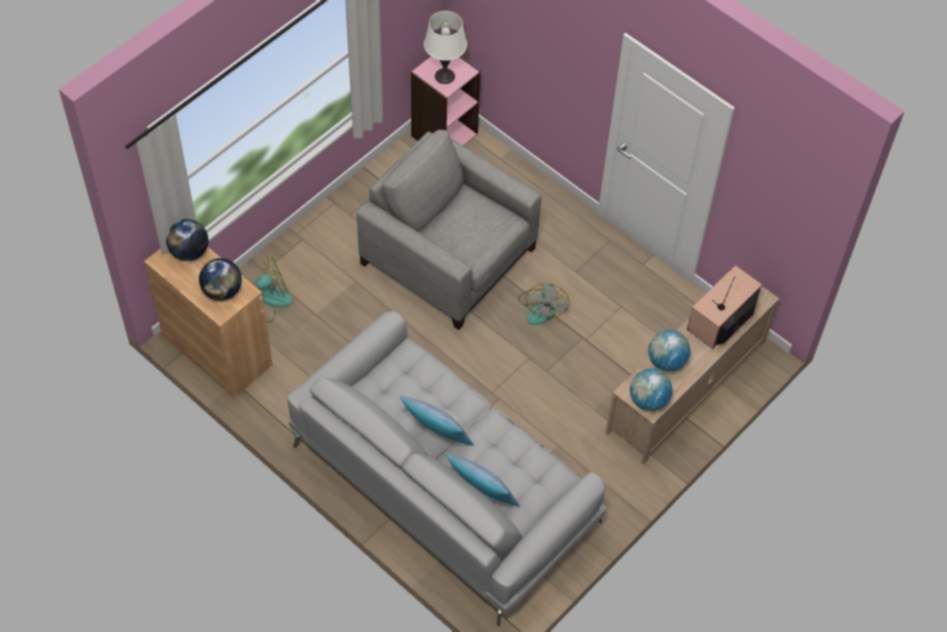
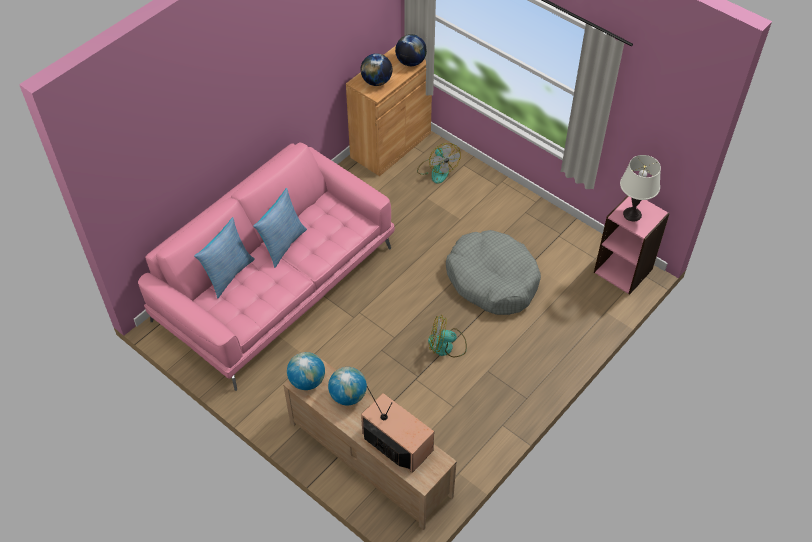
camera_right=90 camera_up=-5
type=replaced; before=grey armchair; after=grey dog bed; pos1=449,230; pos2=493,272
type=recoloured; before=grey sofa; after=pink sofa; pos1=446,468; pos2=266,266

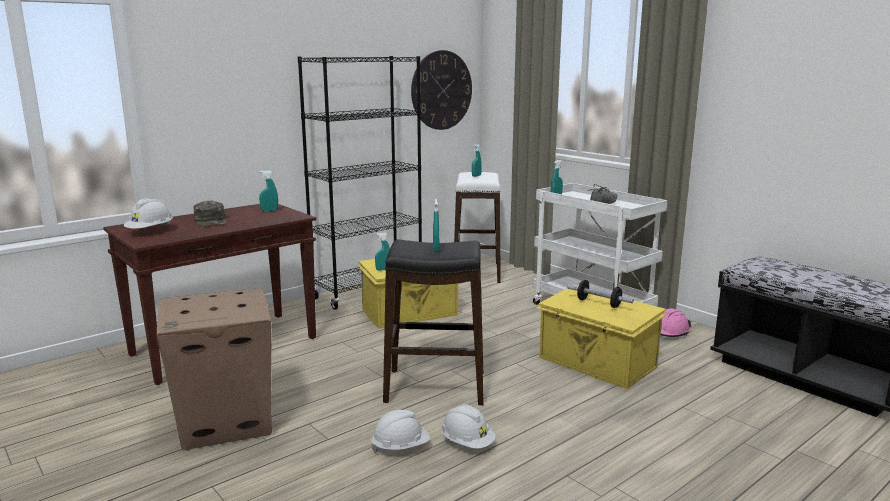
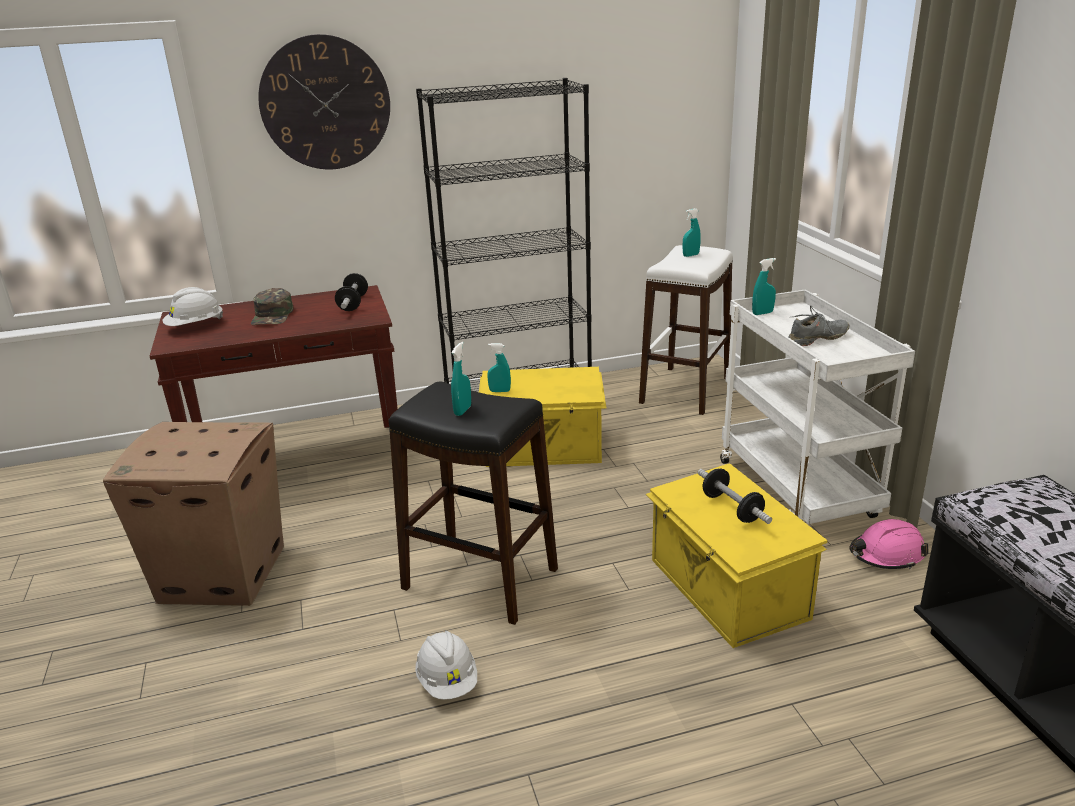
camera_right=25 camera_up=10
type=removed; before=white hard hat; pos1=400,431
type=moved; before=wall clock; pos1=441,90; pos2=324,101
type=replaced; before=turquoise spray bottle; after=dumbbell; pos1=268,191; pos2=351,292

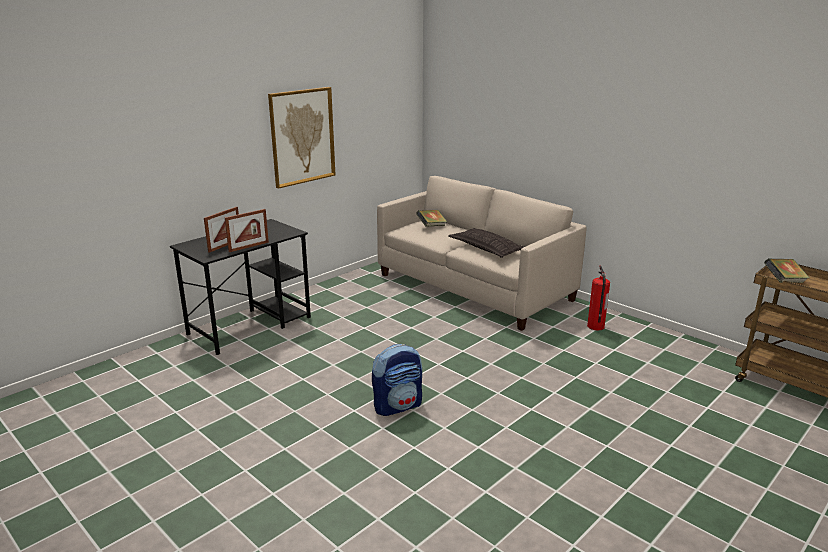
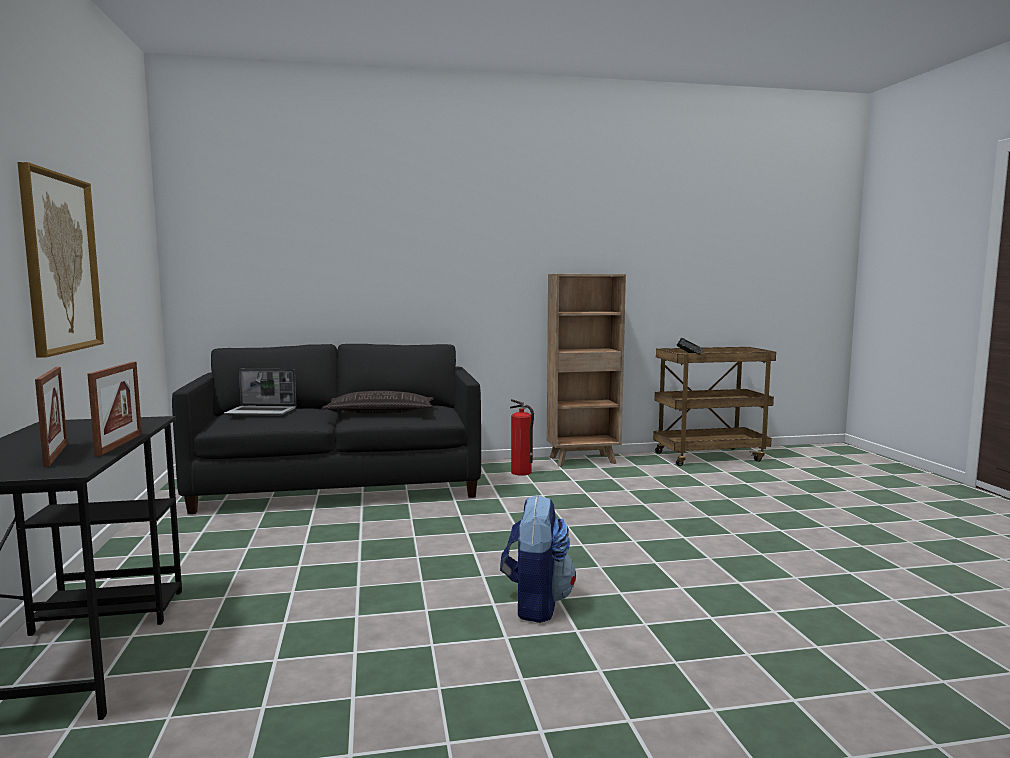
camera_right=-55 camera_up=-15
type=added; after=brown bookcase; pos2=586,370
type=replaced; before=book; after=laptop; pos1=431,218; pos2=260,392
type=recoloured; before=beige sofa; after=black sofa; pos1=482,253; pos2=326,429

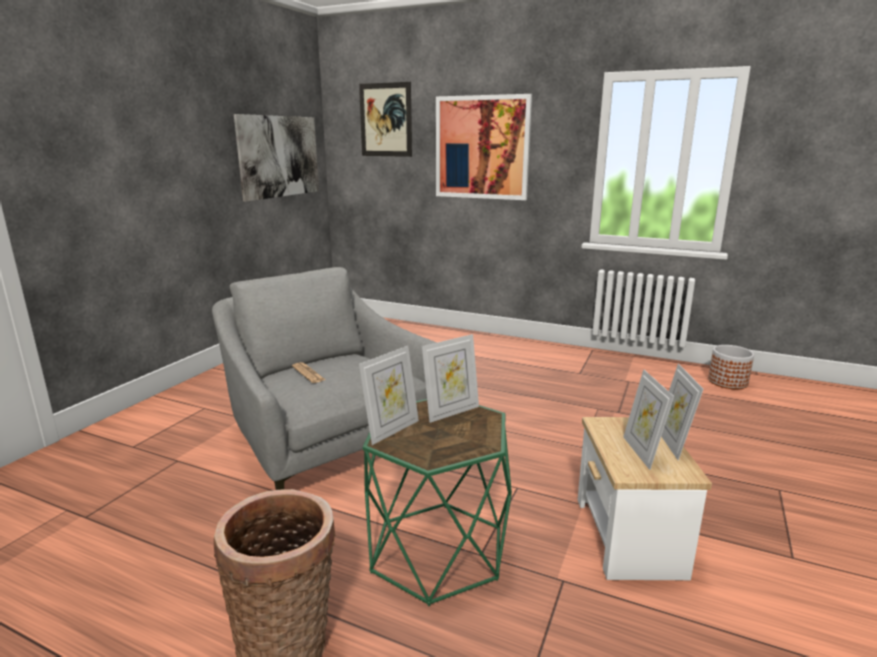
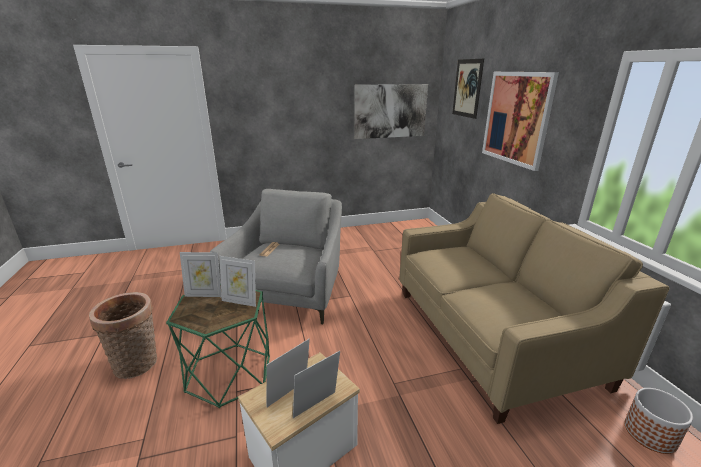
camera_right=50 camera_up=5
type=added; after=beige sofa; pos2=534,308

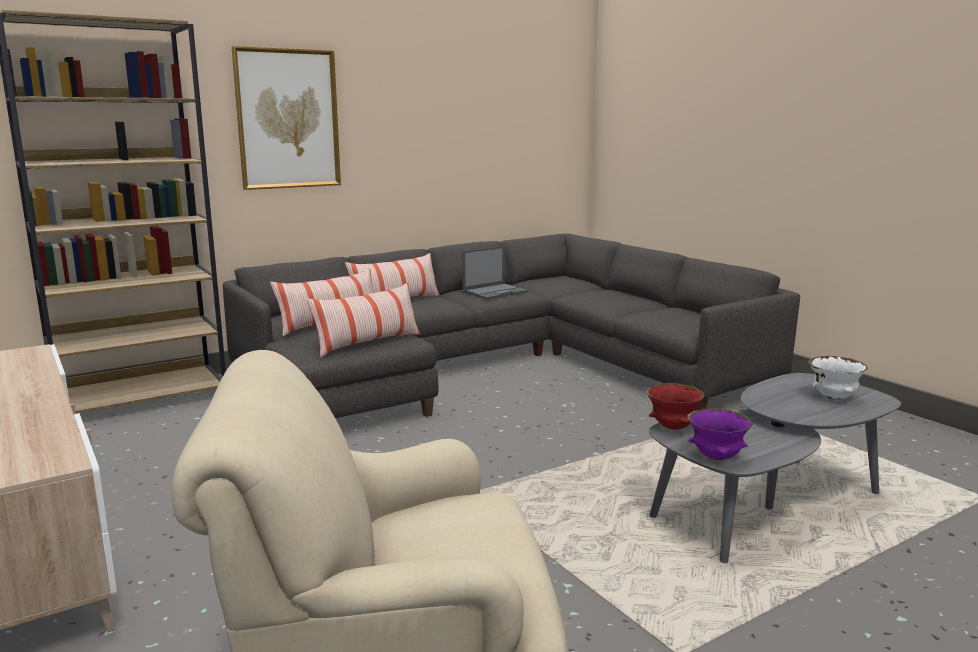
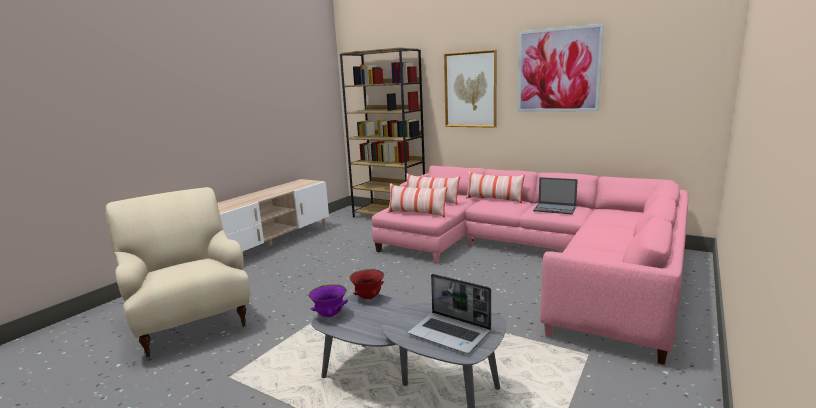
camera_right=65 camera_up=0
type=added; after=picture; pos2=560,67
type=replaced; before=white bowl; after=laptop; pos1=837,377; pos2=449,314
type=recoloured; before=grey sofa; after=pink sofa; pos1=511,326; pos2=530,265

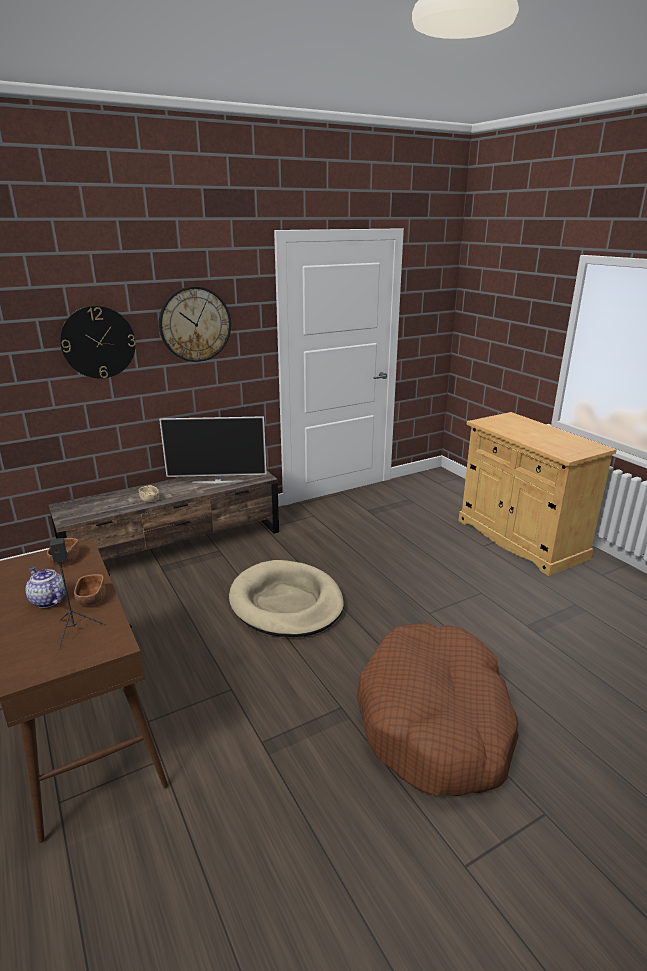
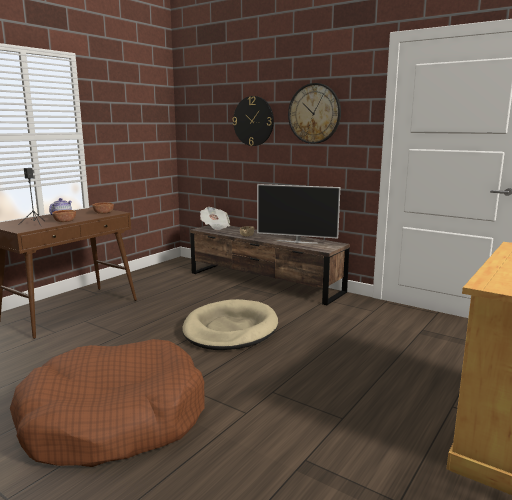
camera_right=65 camera_up=-10
type=added; after=newspaper; pos2=215,218
type=turned; before=television; pos1=212,450; pos2=298,214; turn=-45

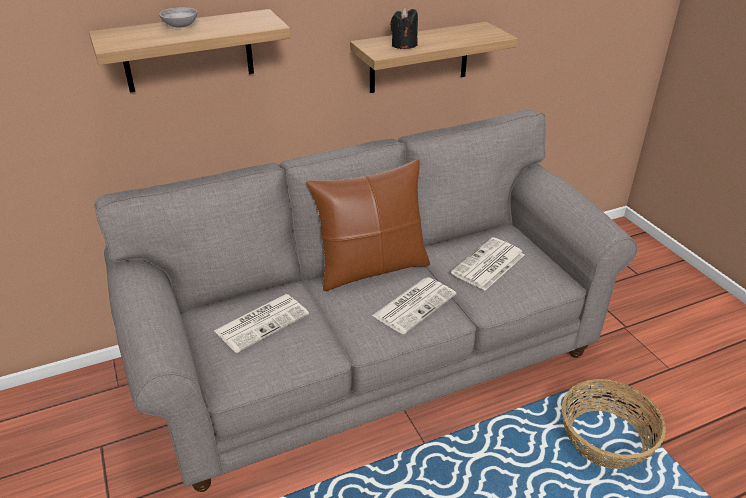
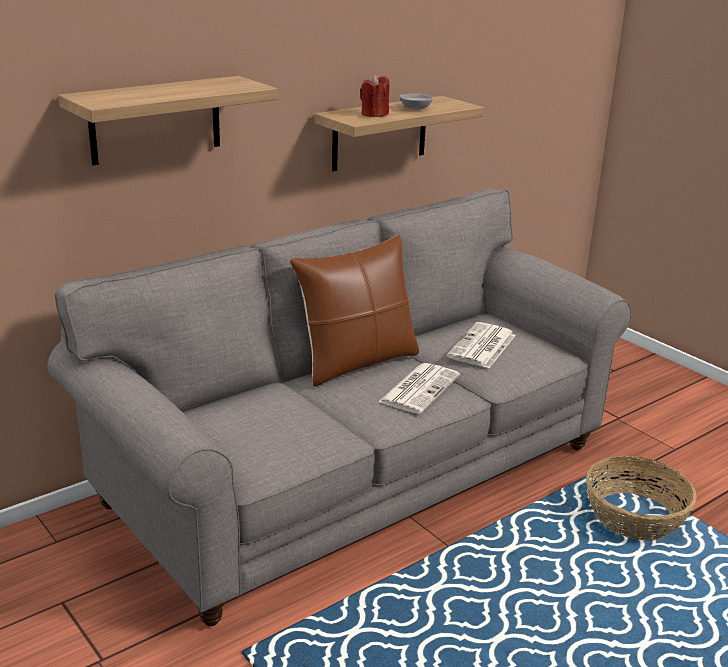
camera_right=-15 camera_up=-10
type=removed; before=newspaper; pos1=261,323
type=moved; before=grey bowl; pos1=178,18; pos2=416,102
type=recoloured; before=black candle; after=red candle; pos1=404,28; pos2=374,95

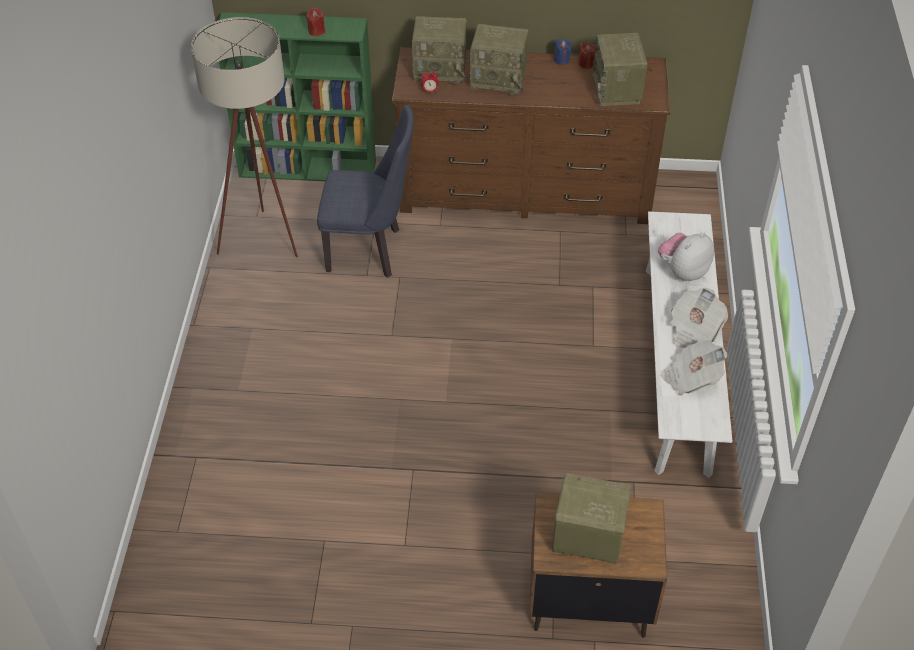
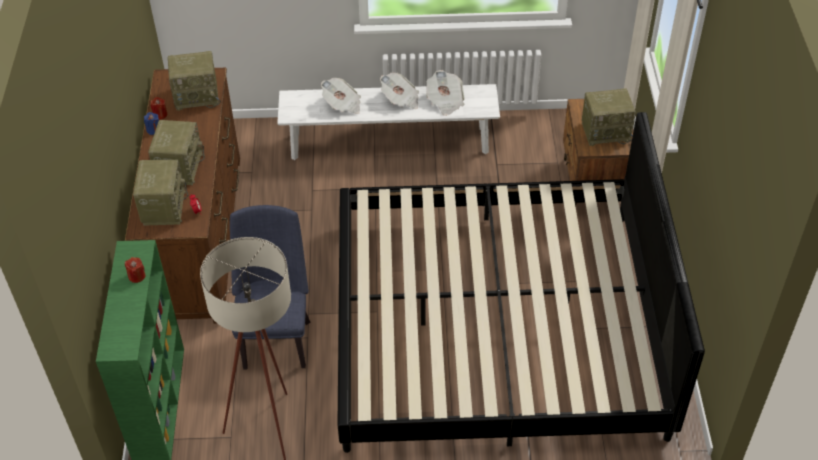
camera_right=-95 camera_up=0
type=added; after=bed; pos2=521,282
type=replaced; before=plush toy; after=newspaper; pos1=686,256; pos2=341,96
type=turned; before=radio; pos1=591,519; pos2=609,117; turn=-105

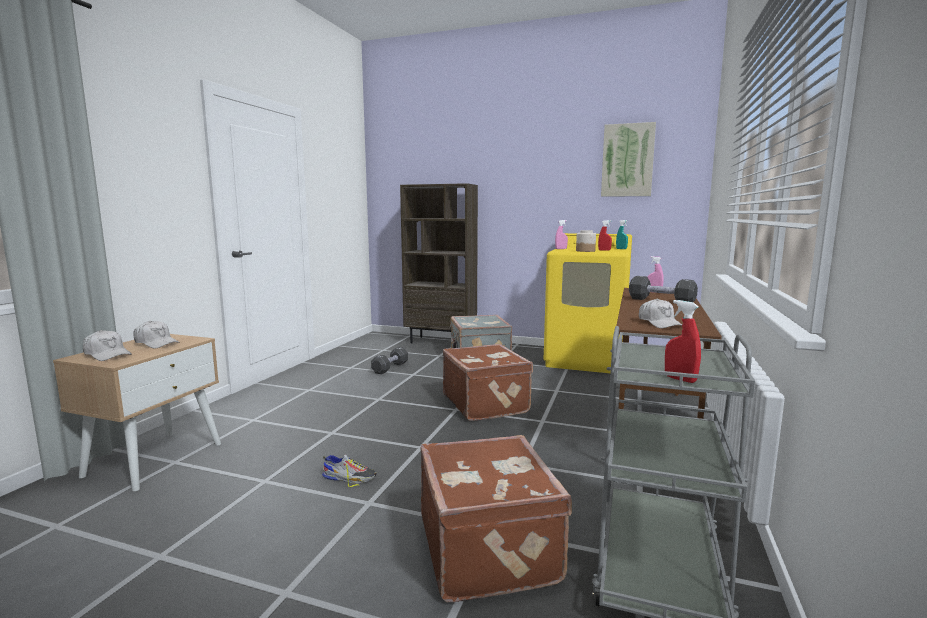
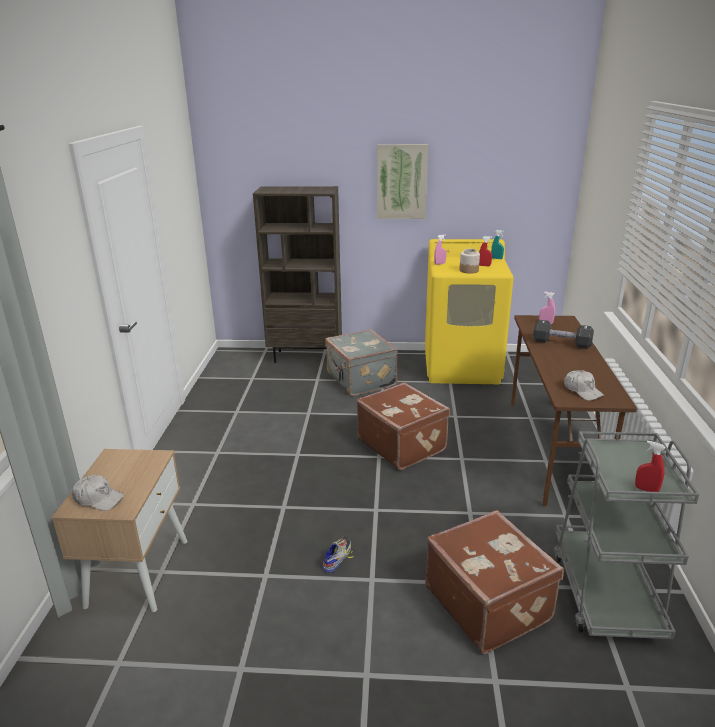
camera_right=-15 camera_up=15
type=removed; before=white cap; pos1=156,334
type=removed; before=black dumbbell; pos1=389,360
type=moved; before=picture; pos1=628,159; pos2=402,181
type=turned; before=shoe; pos1=349,471; pos2=337,554; turn=-60

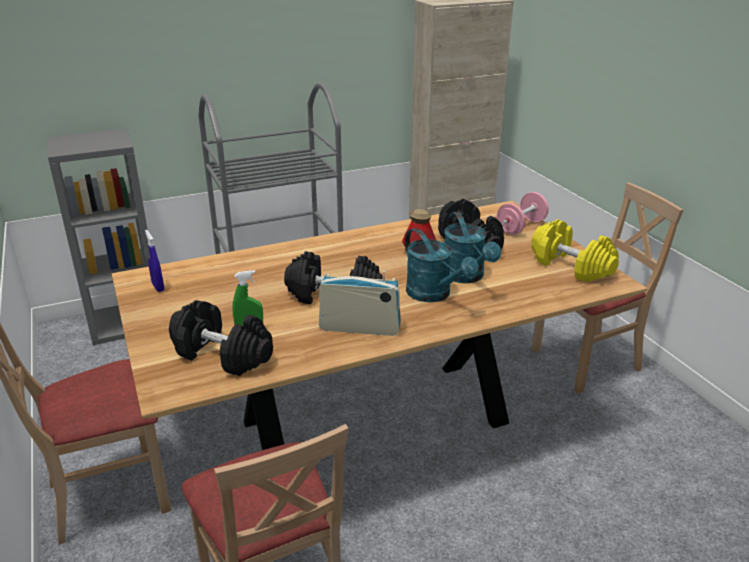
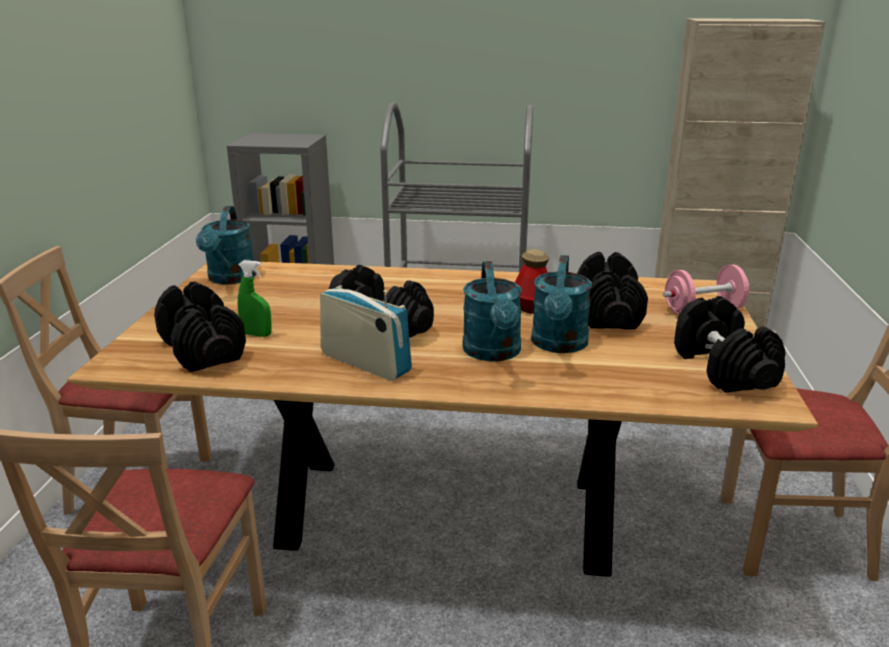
camera_right=30 camera_up=-5
type=replaced; before=blue spray bottle; after=turquoise watering can; pos1=154,261; pos2=226,245
type=recoloured; before=yellow dumbbell; after=black dumbbell; pos1=575,250; pos2=730,344

